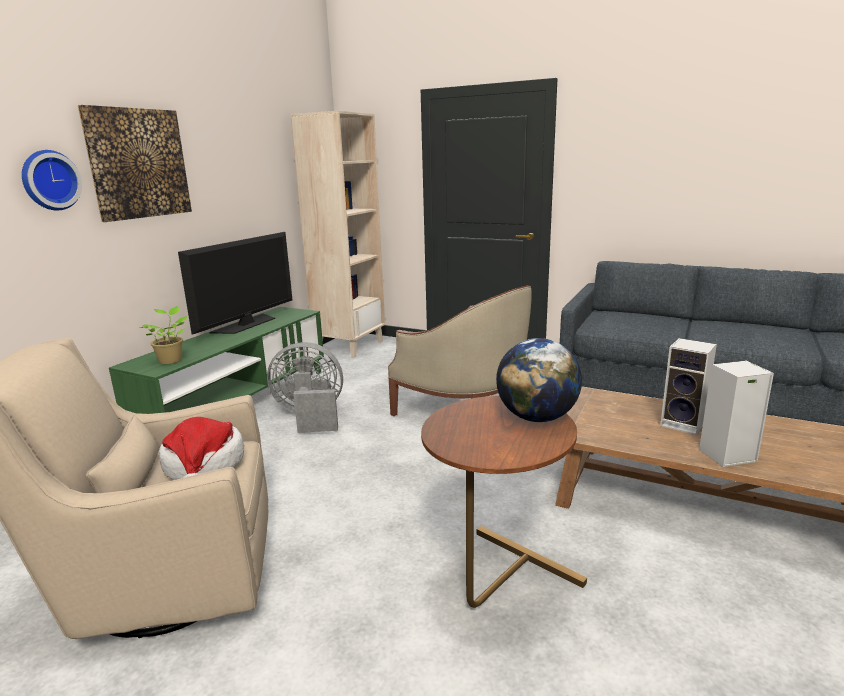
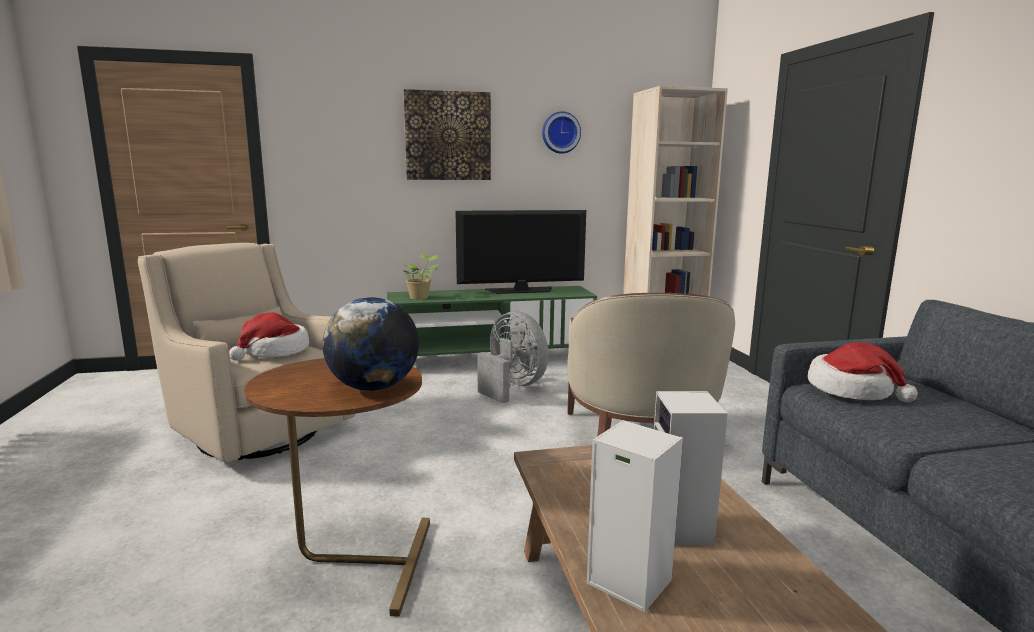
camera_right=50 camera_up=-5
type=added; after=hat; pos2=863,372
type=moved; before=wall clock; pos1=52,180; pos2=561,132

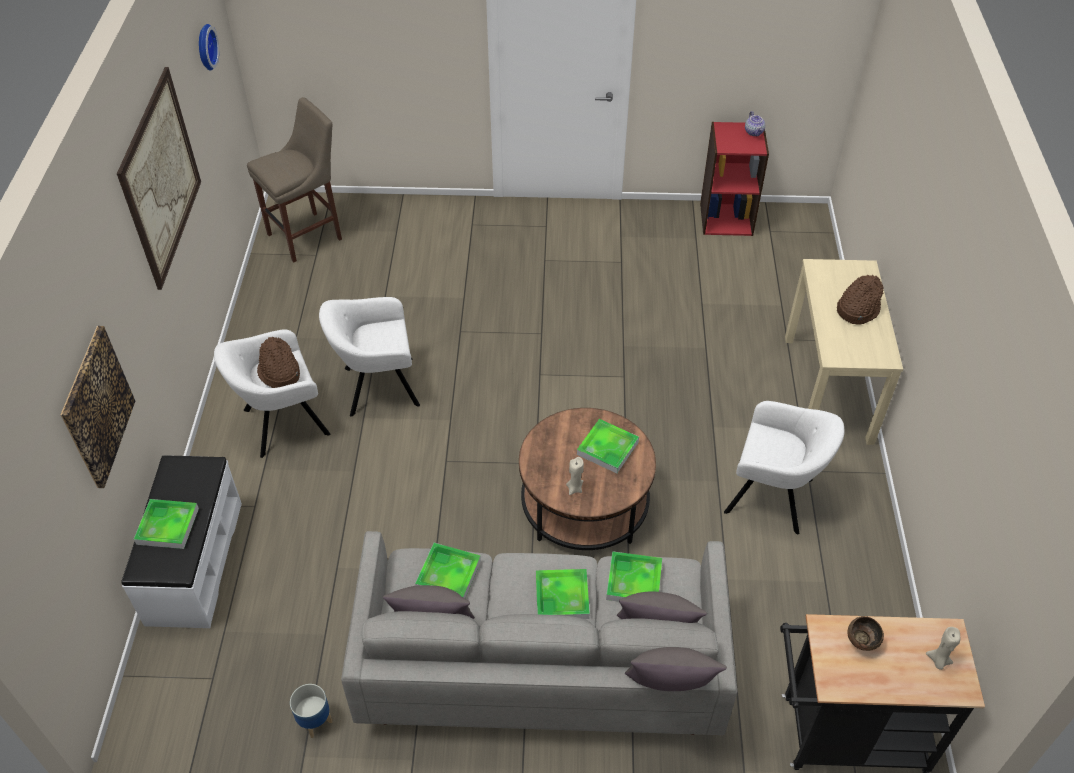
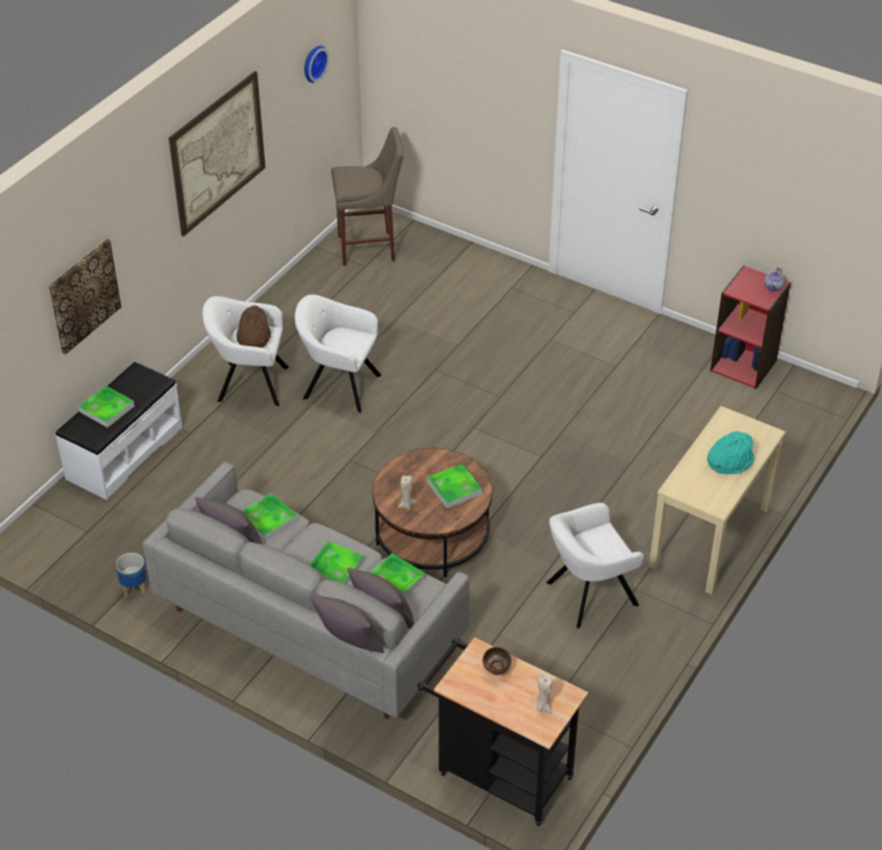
camera_right=30 camera_up=-5
type=recoloured; before=brown hat; after=turquoise hat; pos1=860,300; pos2=730,452
type=turned; before=white armchair; pos1=784,468; pos2=595,565; turn=105

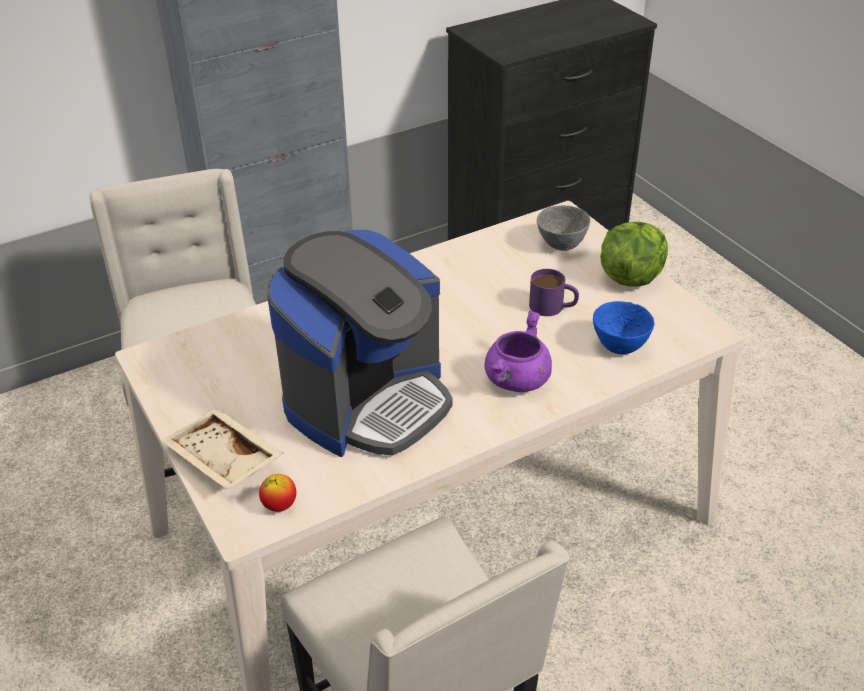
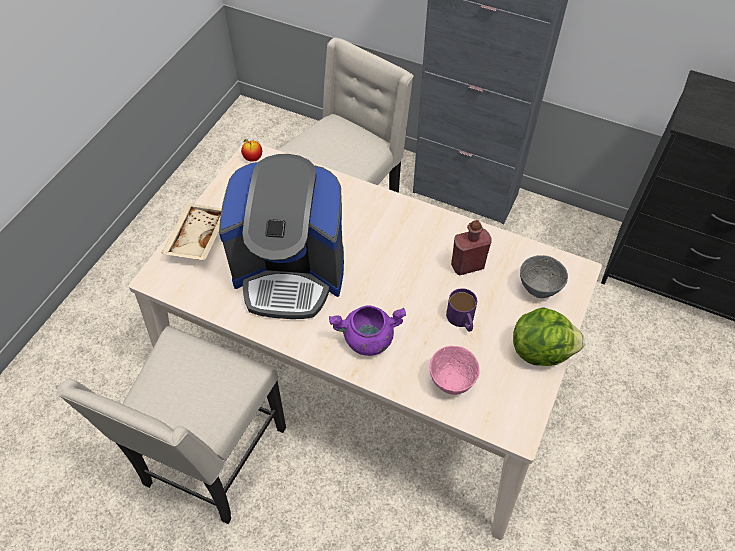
camera_right=55 camera_up=15
type=added; after=red bottle; pos2=471,248
type=moved; before=apple; pos1=277,493; pos2=251,150
type=recoloured; before=blue bowl; after=pink bowl; pos1=624,327; pos2=455,370

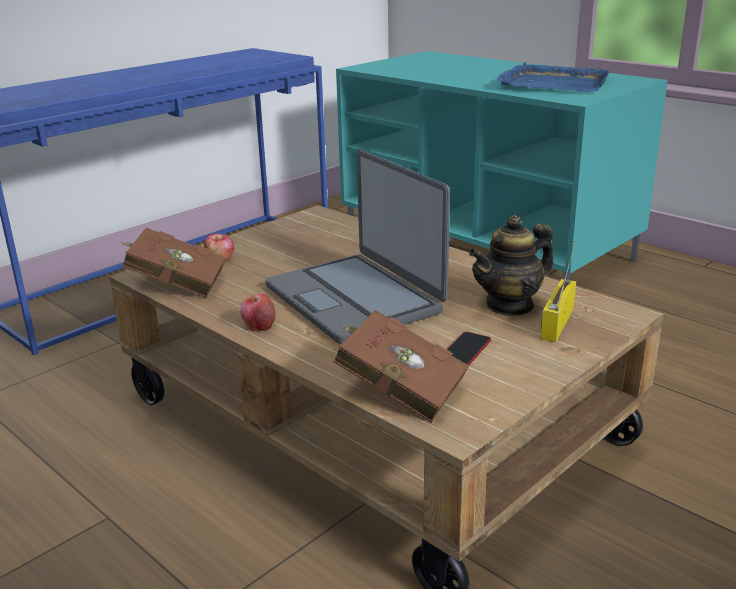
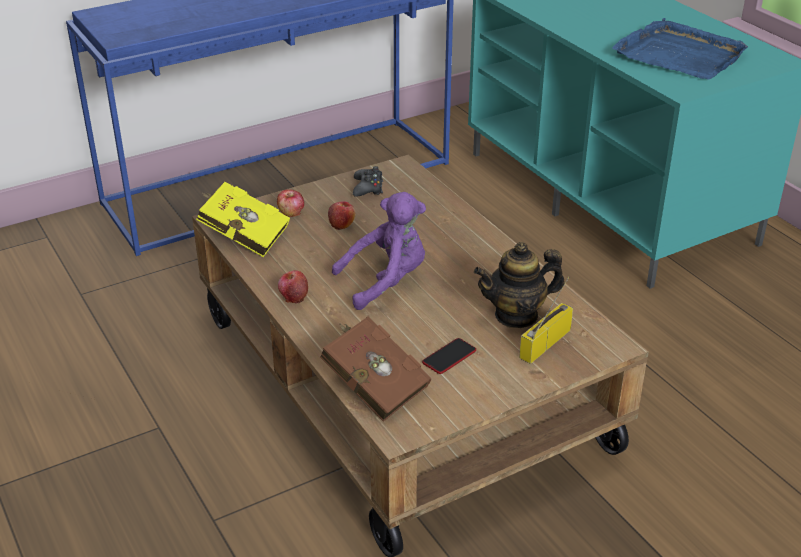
camera_right=15 camera_up=10
type=added; after=apple; pos2=341,215
type=added; after=black game controller; pos2=368,181
type=replaced; before=laptop; after=purple plush toy; pos1=357,247; pos2=379,251
type=recoloured; before=brown book; after=yellow book; pos1=173,263; pos2=243,219

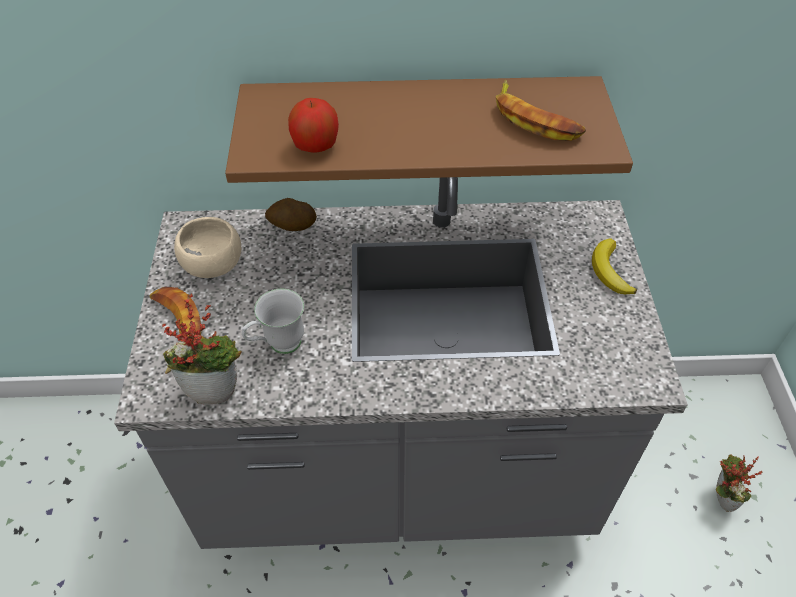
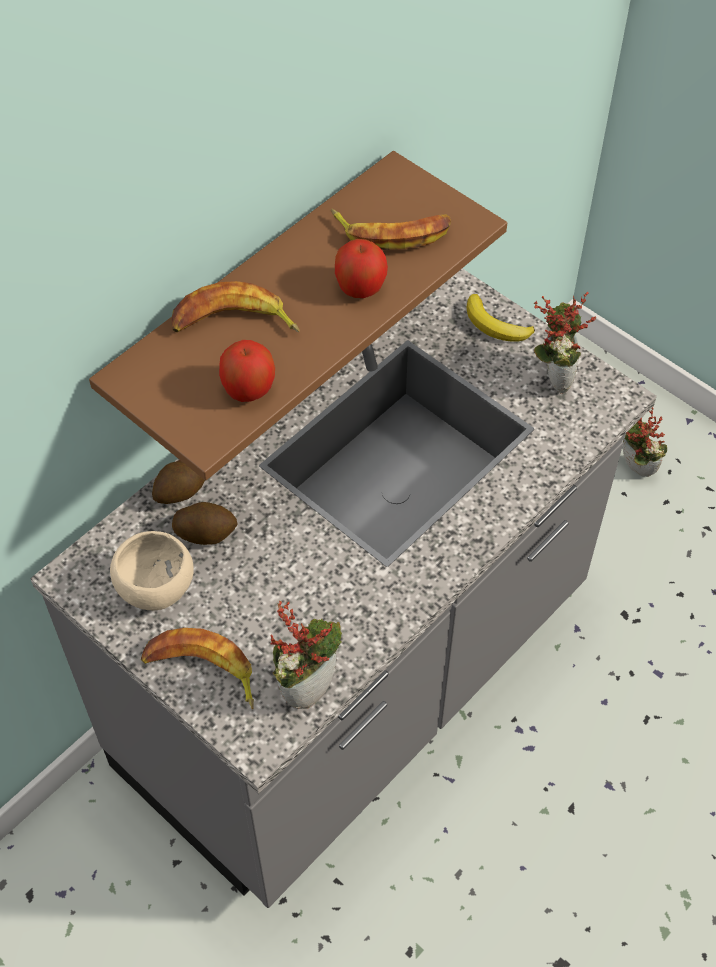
camera_right=-45 camera_up=5
type=removed; before=white mug; pos1=273,321
type=added; after=banana; pos2=235,306
type=added; after=potato; pos2=204,523
type=added; after=apple; pos2=361,268
type=added; after=potted plant; pos2=565,343

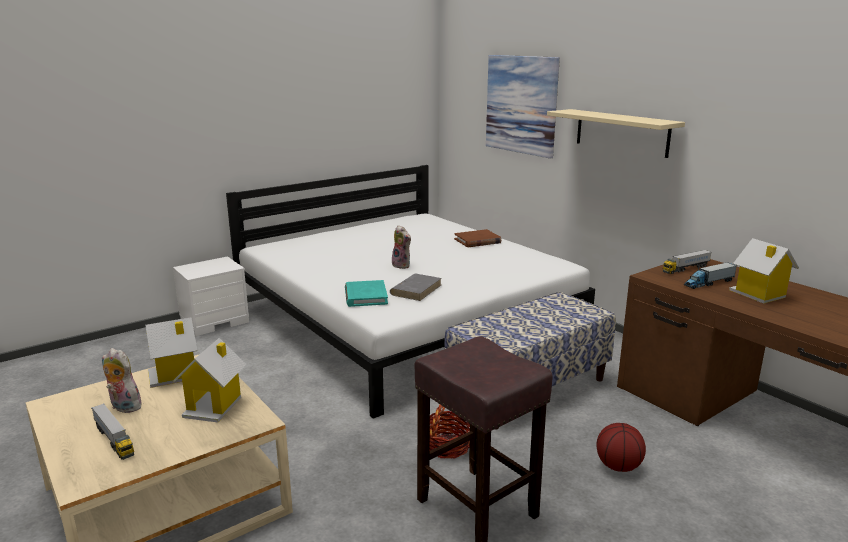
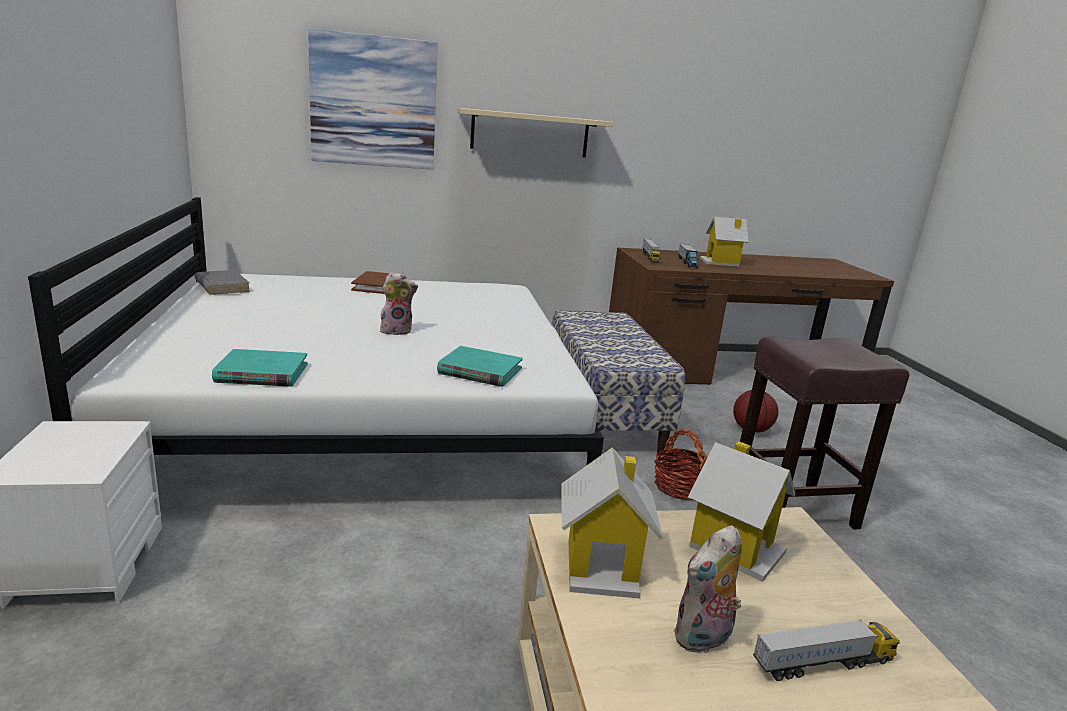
camera_right=-65 camera_up=0
type=added; after=turquoise book; pos2=260,368
type=moved; before=grey book; pos1=416,287; pos2=222,282

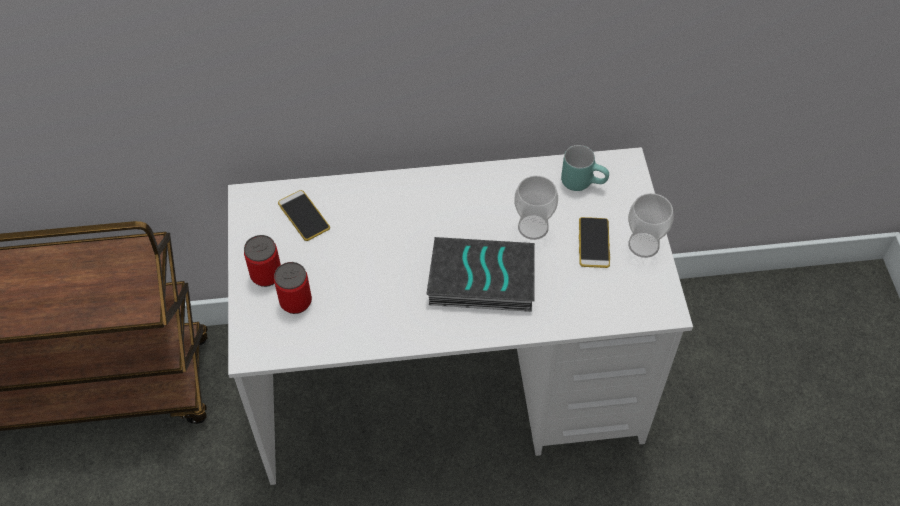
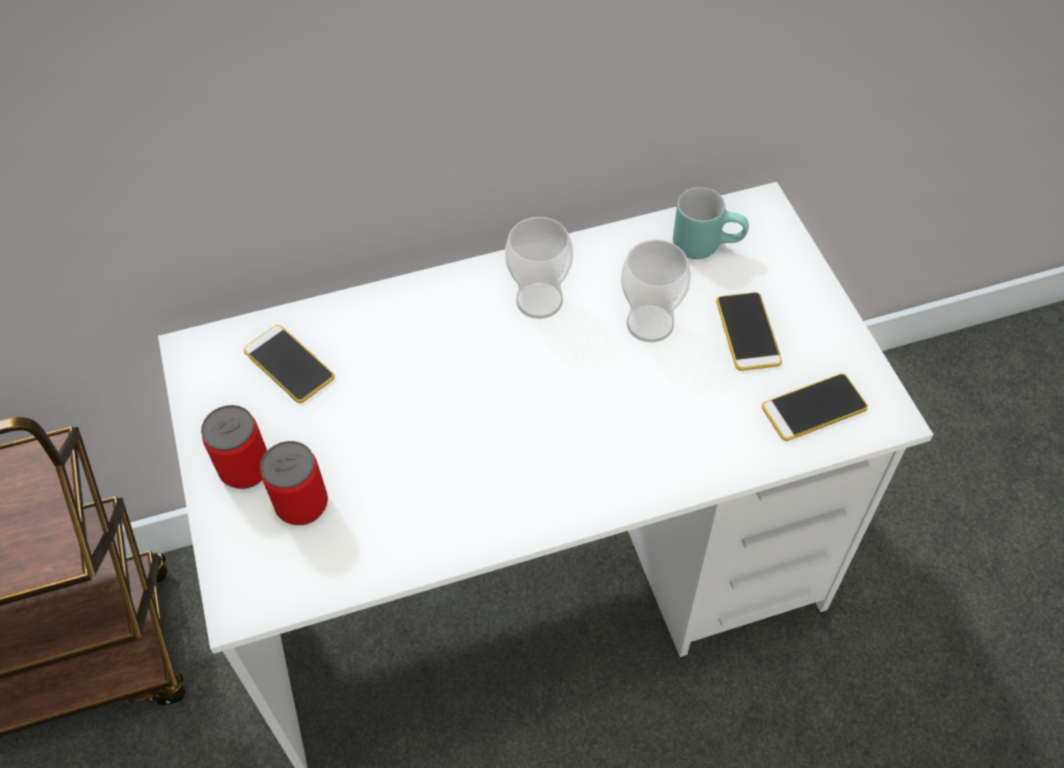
camera_right=-10 camera_up=0
type=removed; before=book; pos1=480,274
type=added; after=phone; pos2=815,407
type=moved; before=cup; pos1=651,225; pos2=539,268

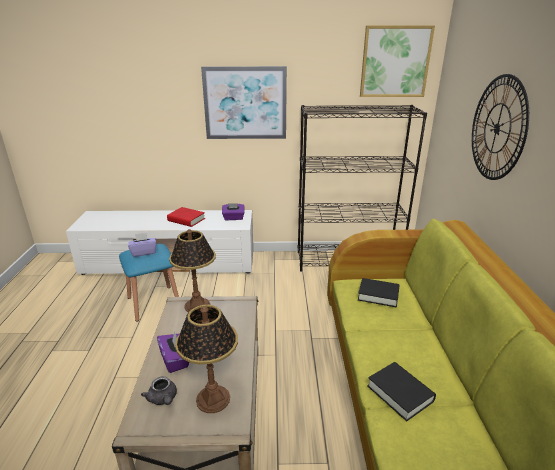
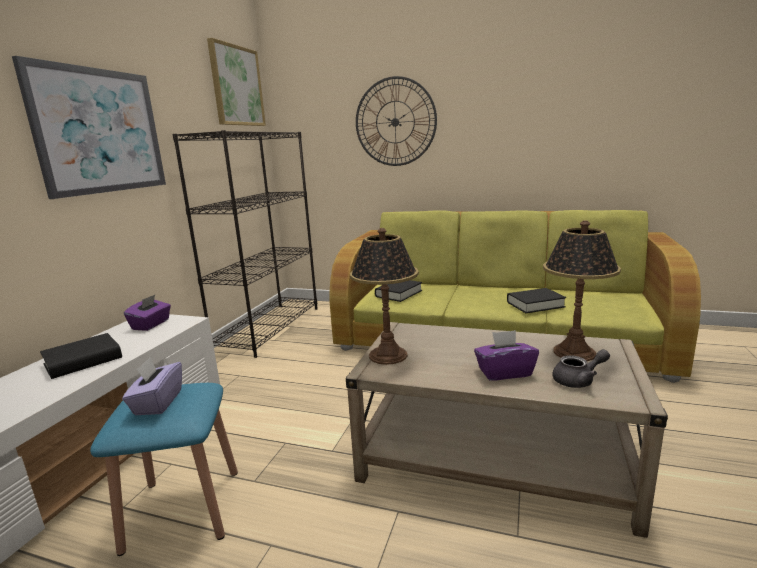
camera_right=-70 camera_up=-10
type=recoloured; before=red book; after=black book; pos1=186,217; pos2=81,356

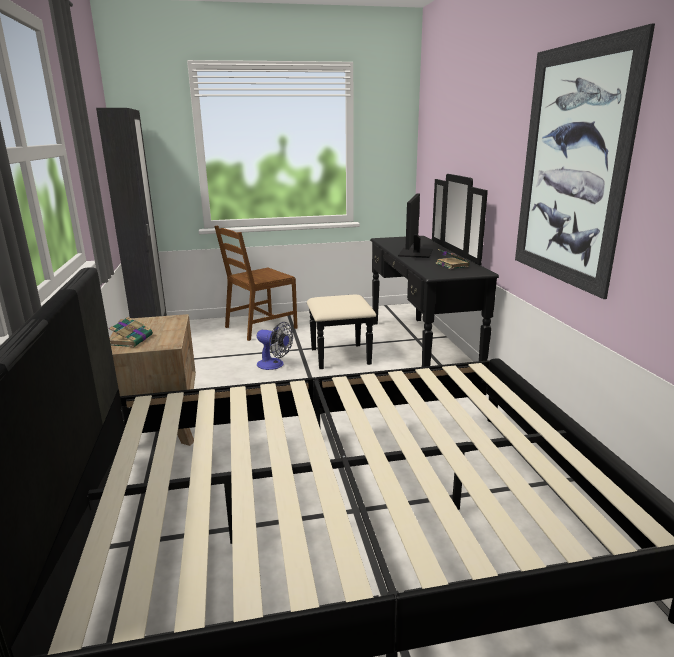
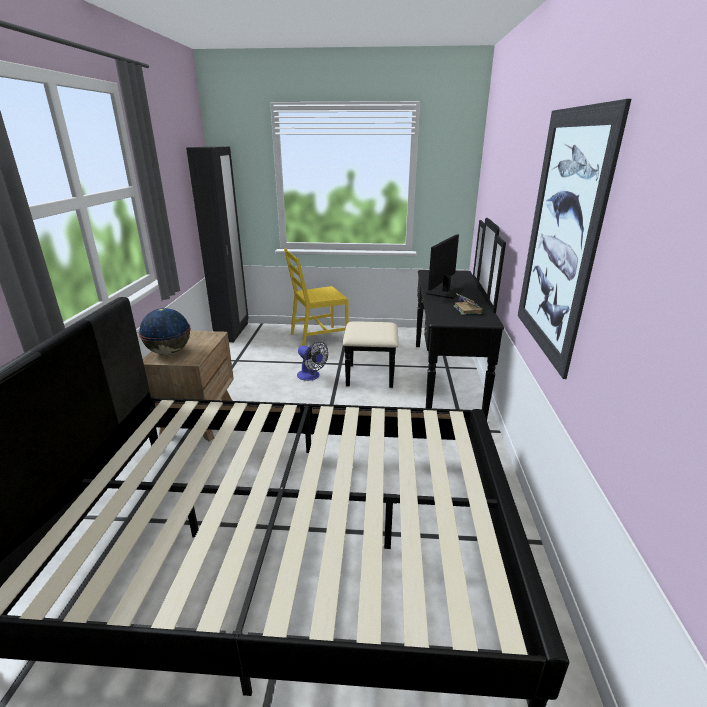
camera_right=15 camera_up=5
type=replaced; before=book; after=globe; pos1=131,332; pos2=165,331
type=recoloured; before=brown chair; after=yellow chair; pos1=255,283; pos2=316,297

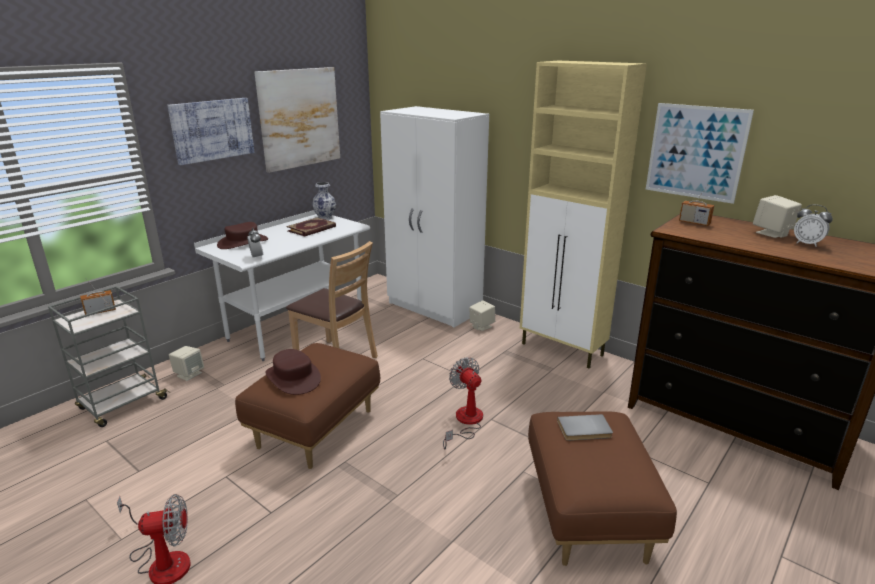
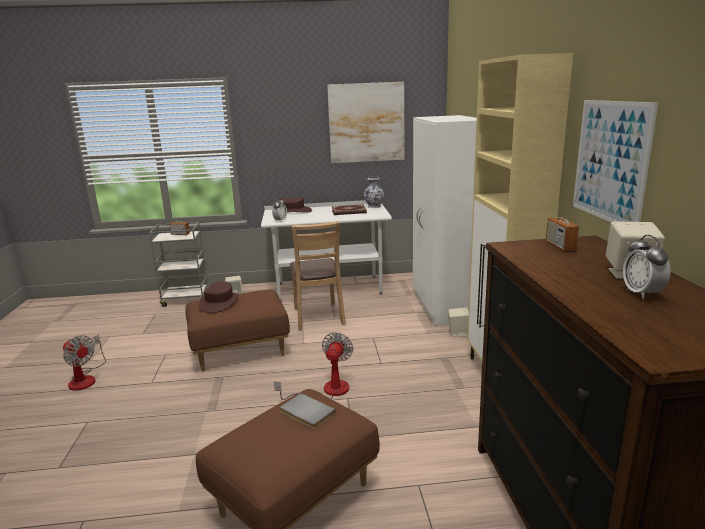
camera_right=45 camera_up=-5
type=removed; before=picture; pos1=210,131

